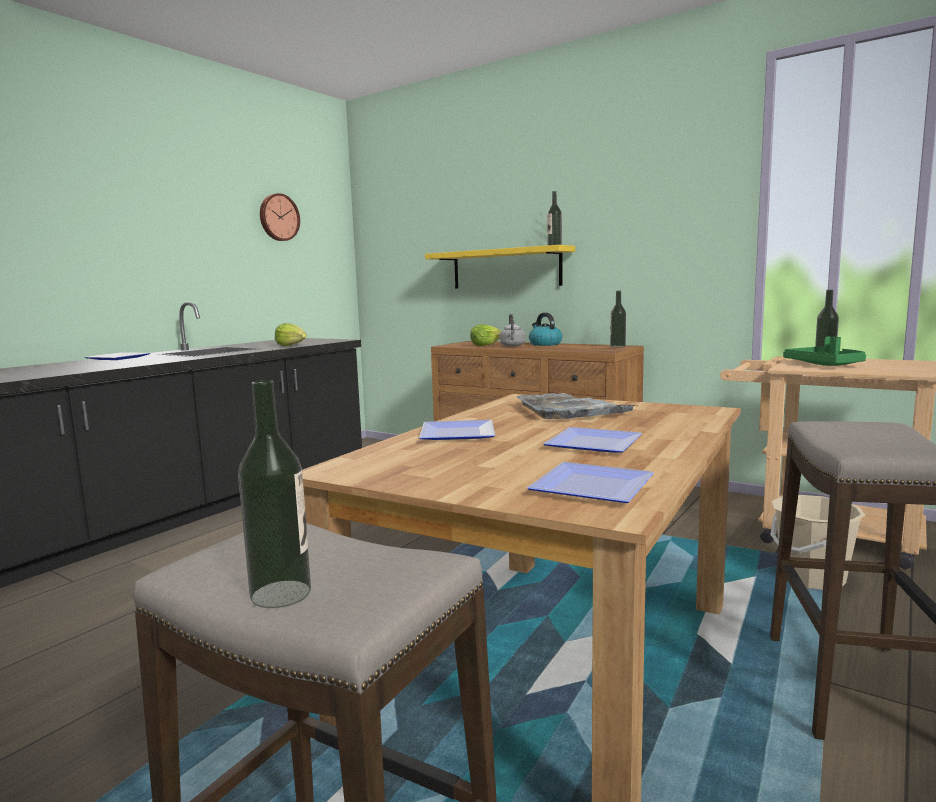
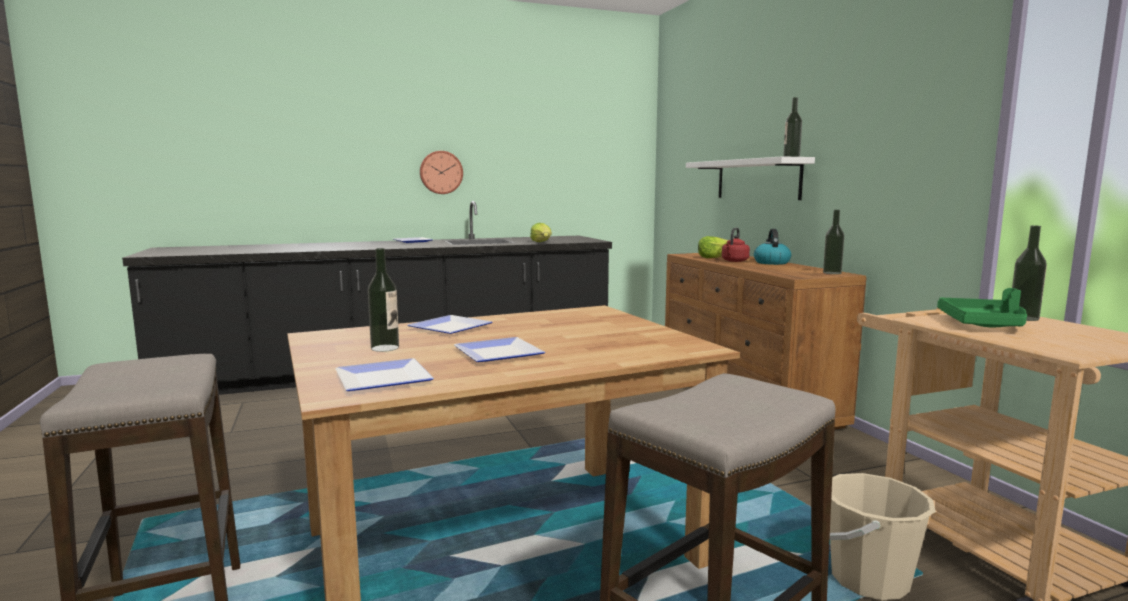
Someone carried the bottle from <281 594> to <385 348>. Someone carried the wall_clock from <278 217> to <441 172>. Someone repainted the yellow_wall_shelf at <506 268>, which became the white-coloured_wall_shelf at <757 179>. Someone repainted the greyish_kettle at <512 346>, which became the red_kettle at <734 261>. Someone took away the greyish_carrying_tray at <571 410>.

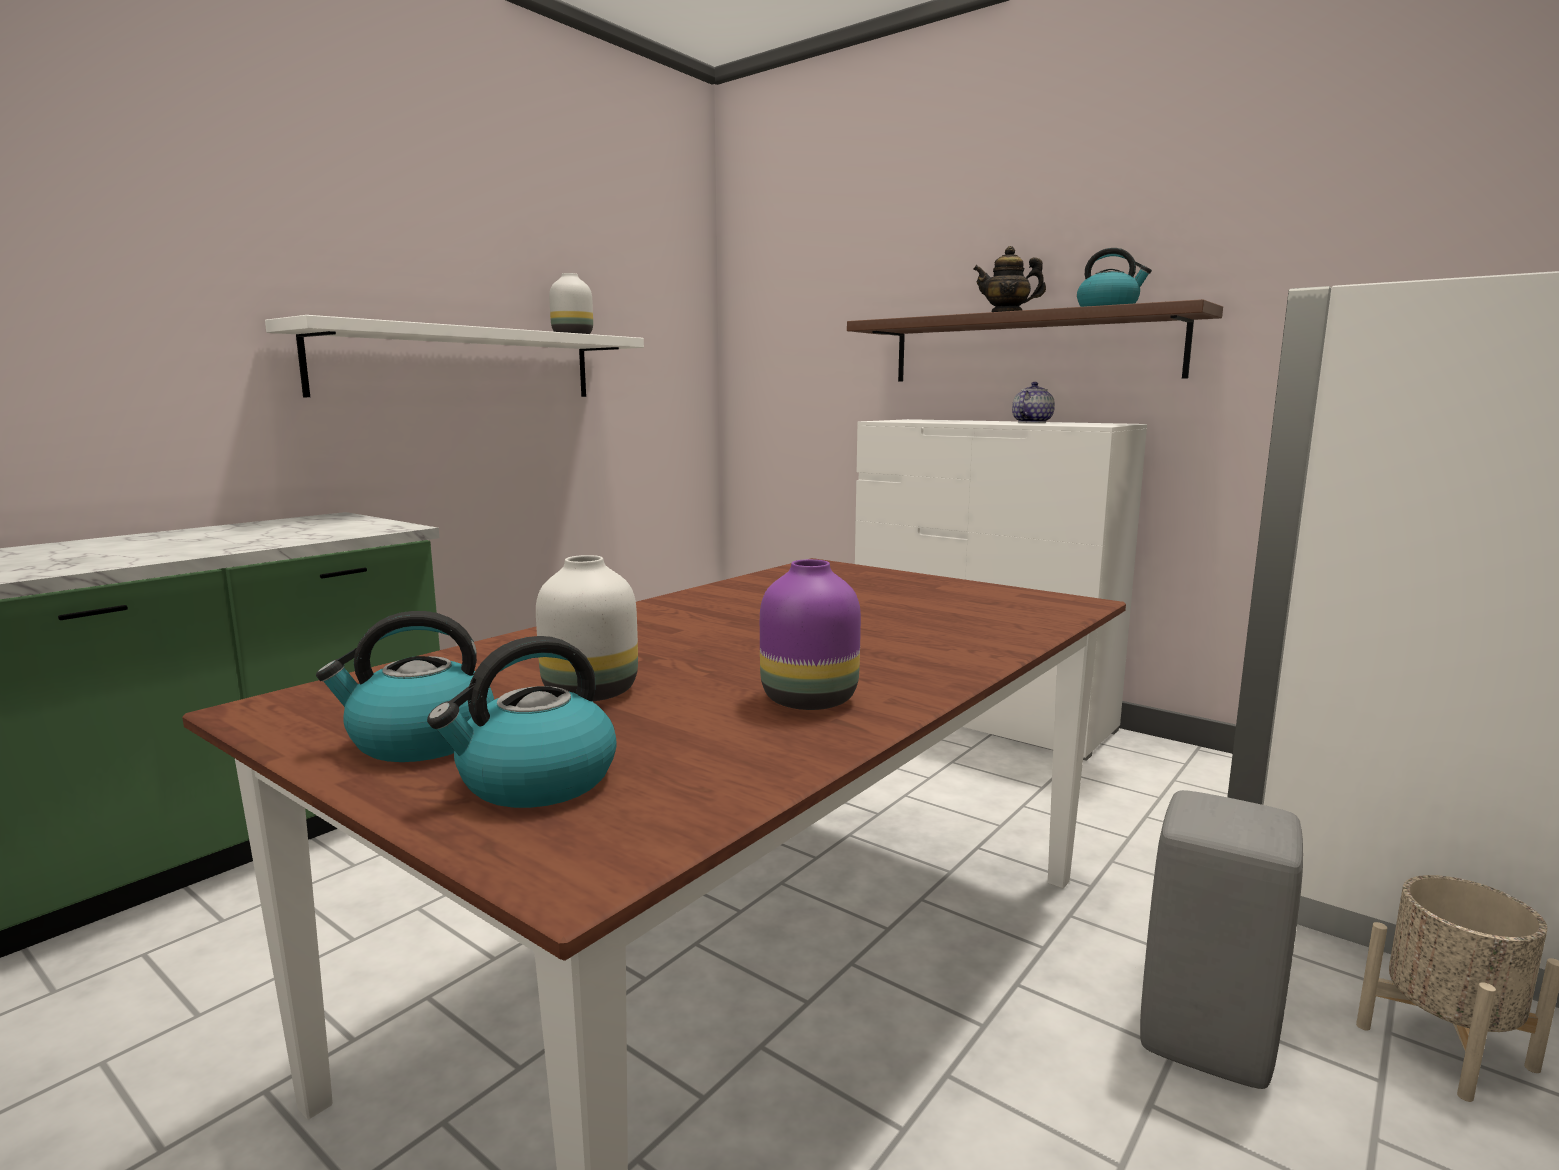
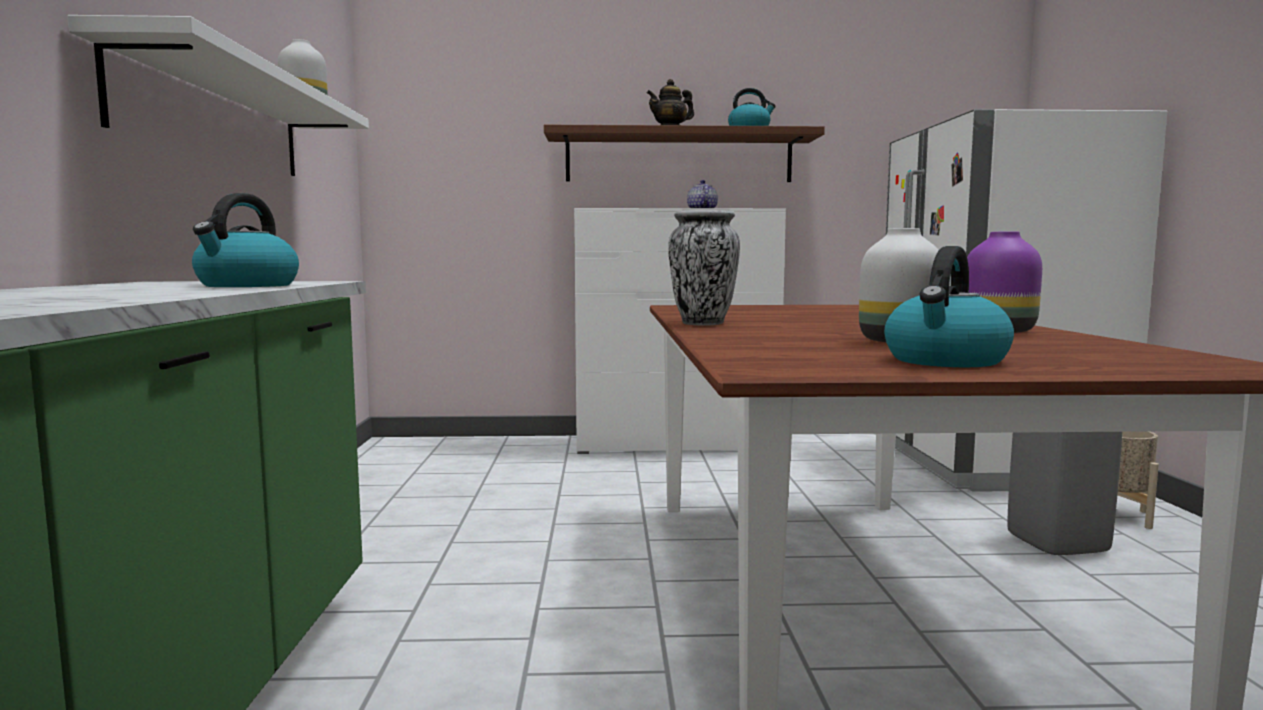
Someone carried the kettle from <536 781> to <247 286>. Someone put down the decorative_vase at <702 323>.

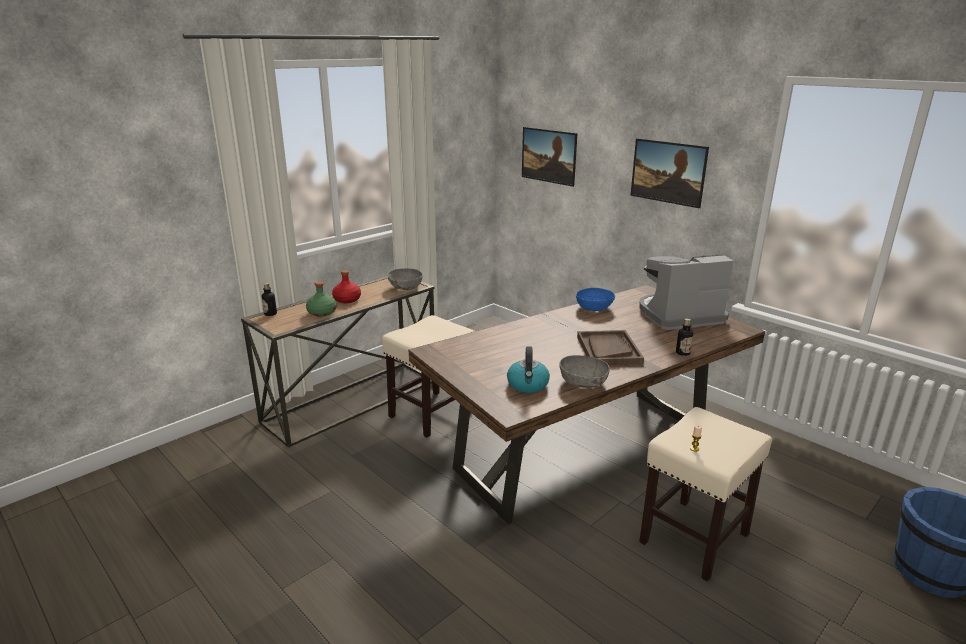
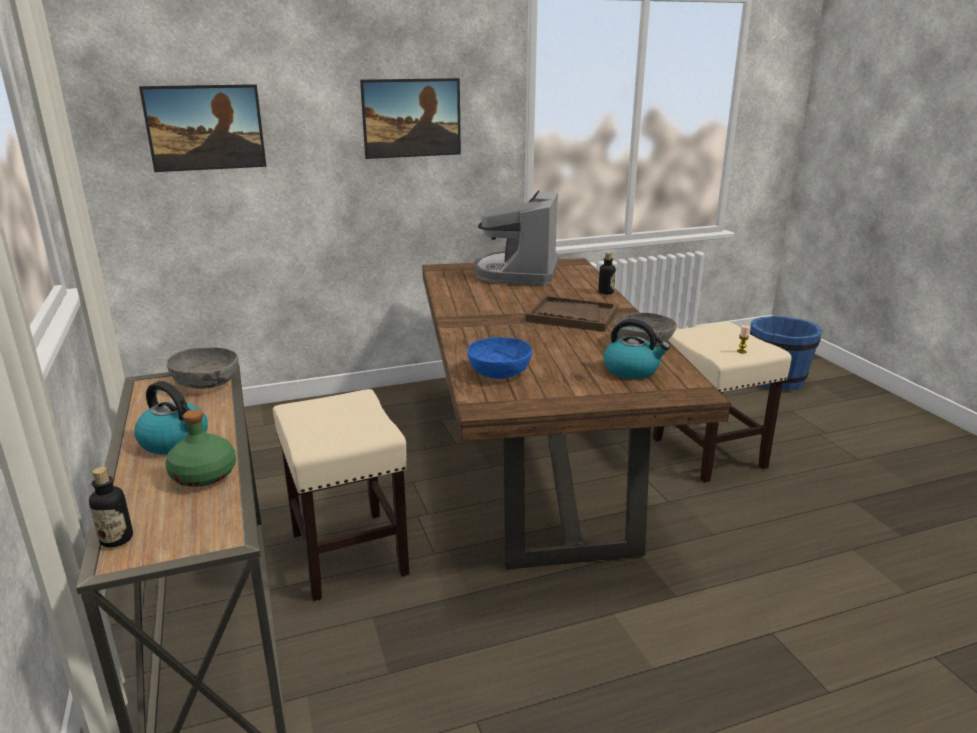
Someone swapped the red_bottle at <347 299> for the kettle at <175 441>. Someone carried the blue_deep_dish from <594 308> to <499 372>.

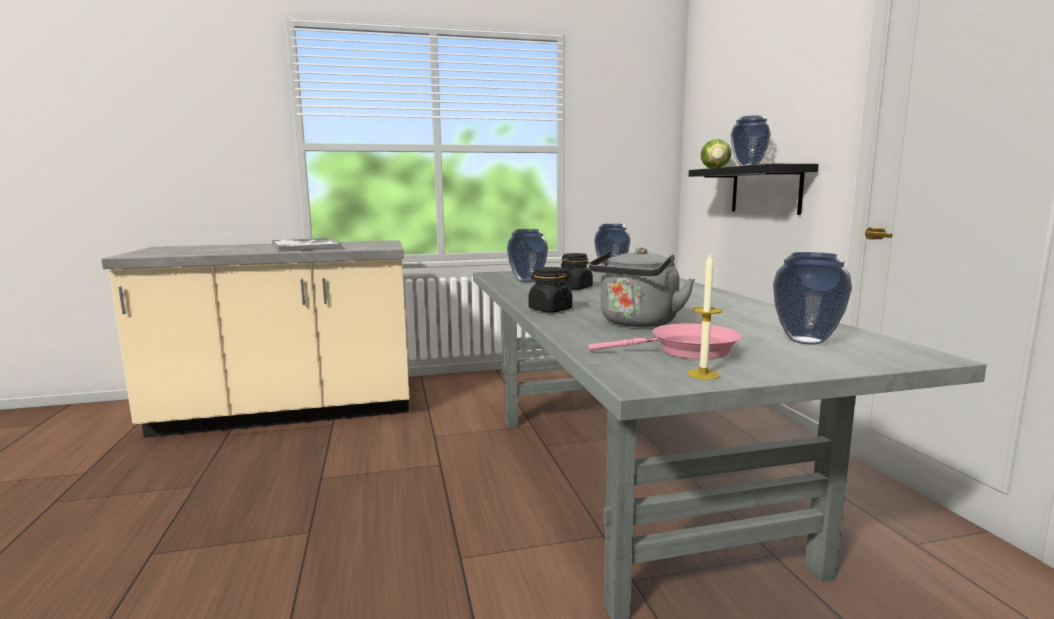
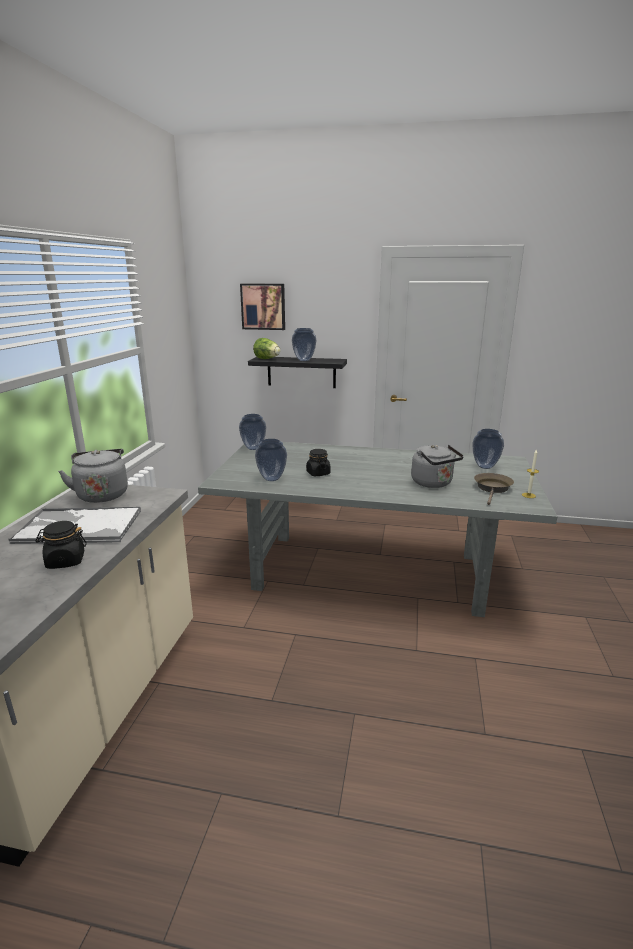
Someone carried the black-coloured_jar from <550 310> to <65 561>. Someone put down the greyish_kettle at <102 494>. Someone put up the wall_art at <263 306>. Someone repainted the pinkish_skillet at <686 351>, which became the brownish_skillet at <492 488>.

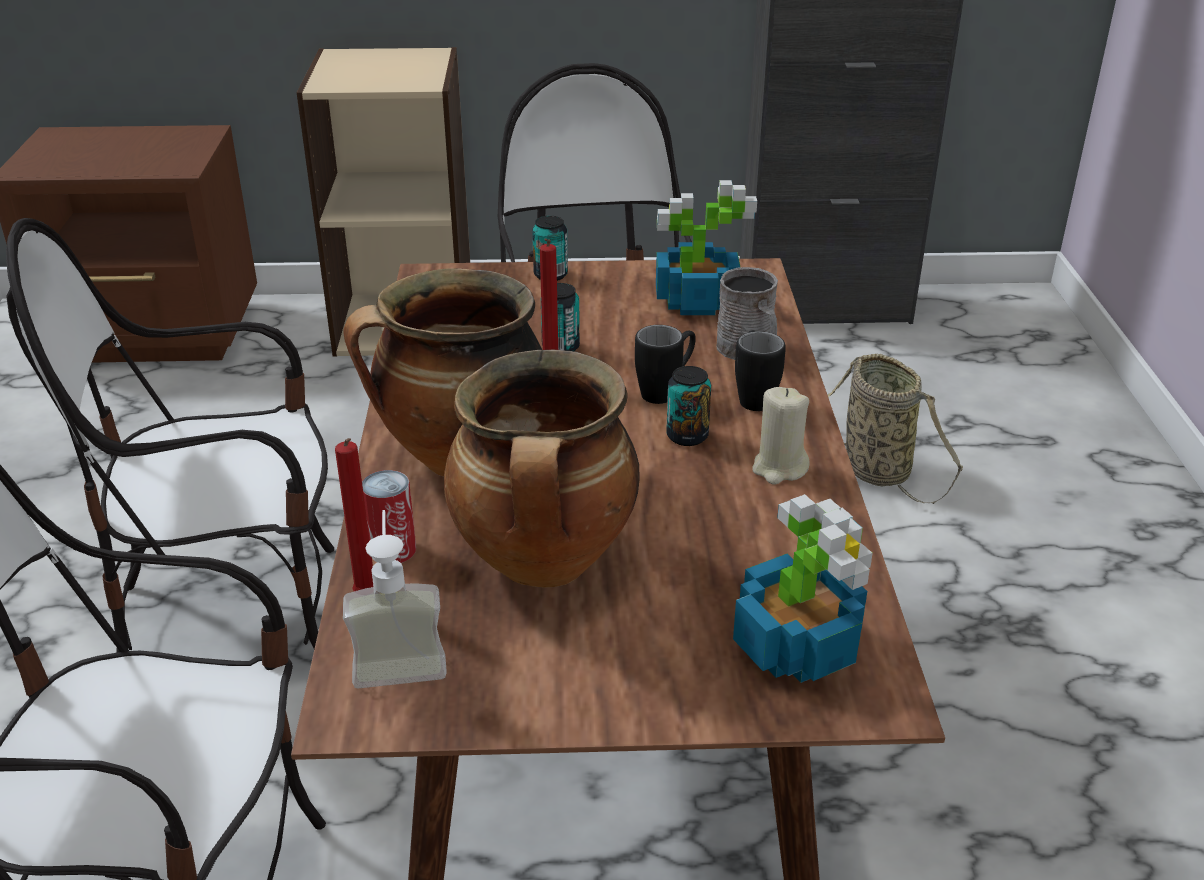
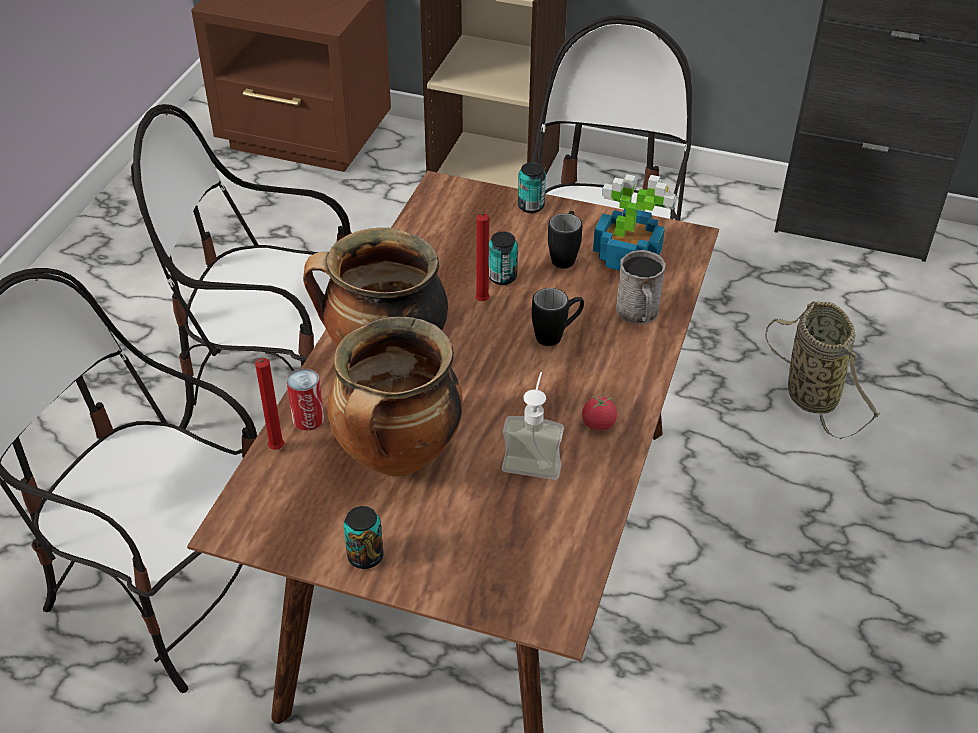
Someone carried the sealed_can from <687 436> to <365 556>. Someone carried the soap_bottle from <399 659> to <533 459>. Someone carried the black-coloured_tea_mug from <754 396> to <565 256>. Someone swapped the sand-coloured_wax_candle at <779 468> for the whole_tomato at <598 423>. Someone took away the houseplant at <796 645>.

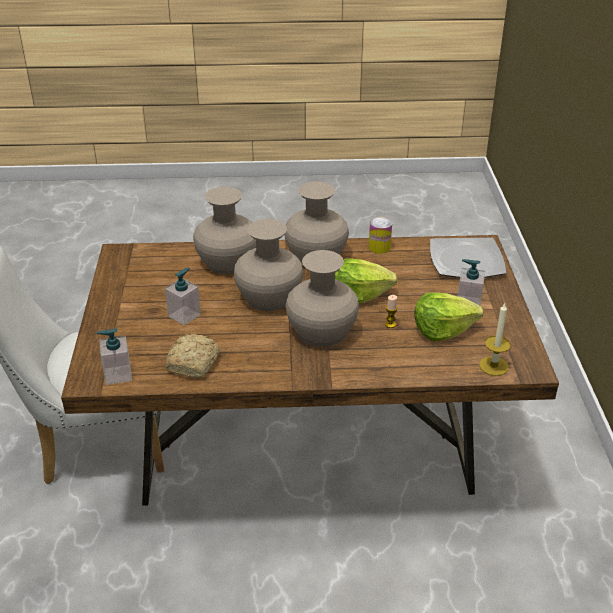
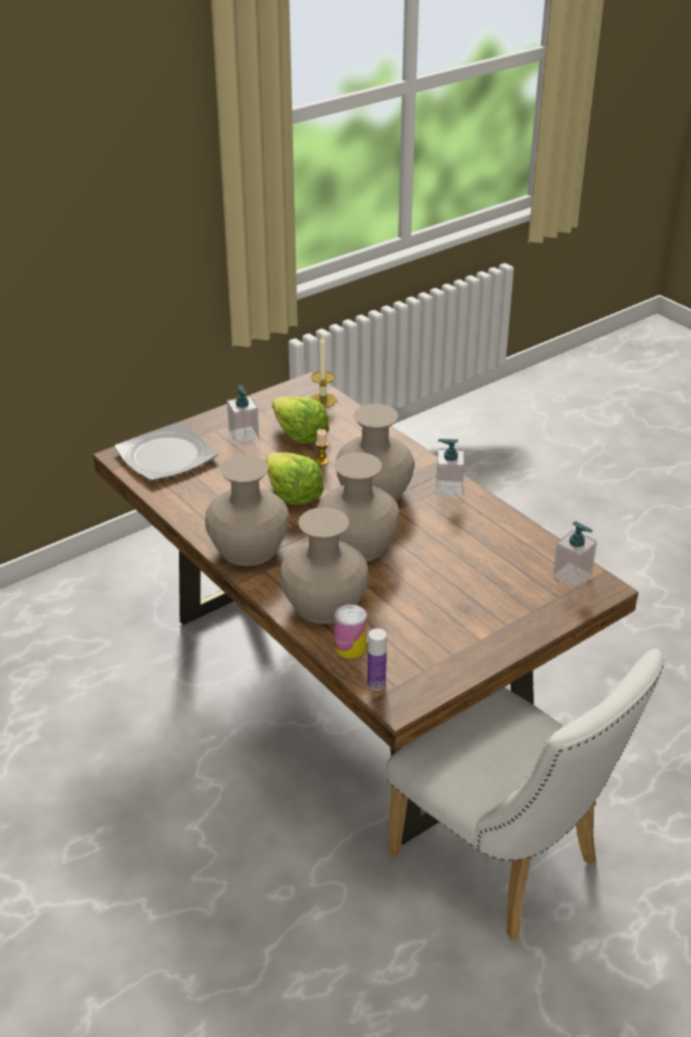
Someone carried the sealed_can from <379 247> to <350 647>. Someone put down the bottle at <376 684>. Someone carried the soap_bottle from <184 315> to <448 488>. Someone took away the bakery_bread at <194 363>.

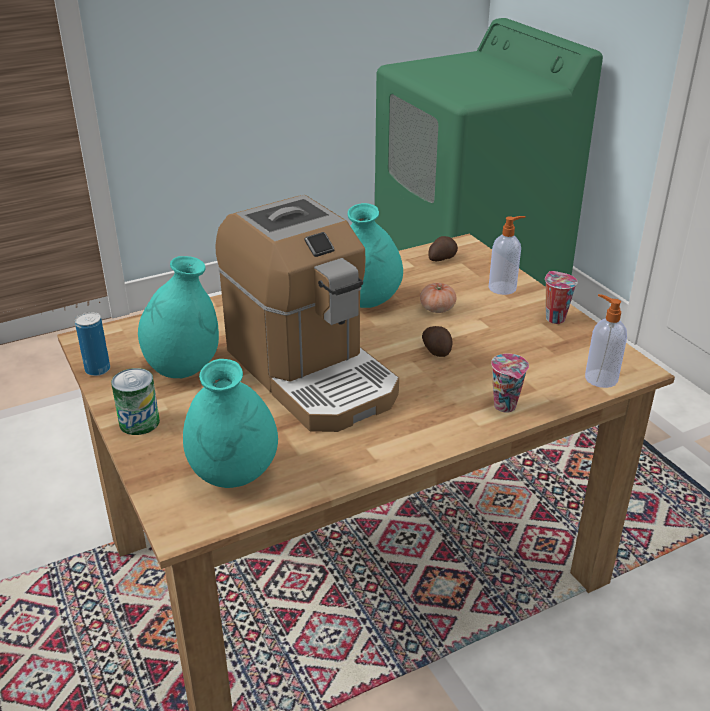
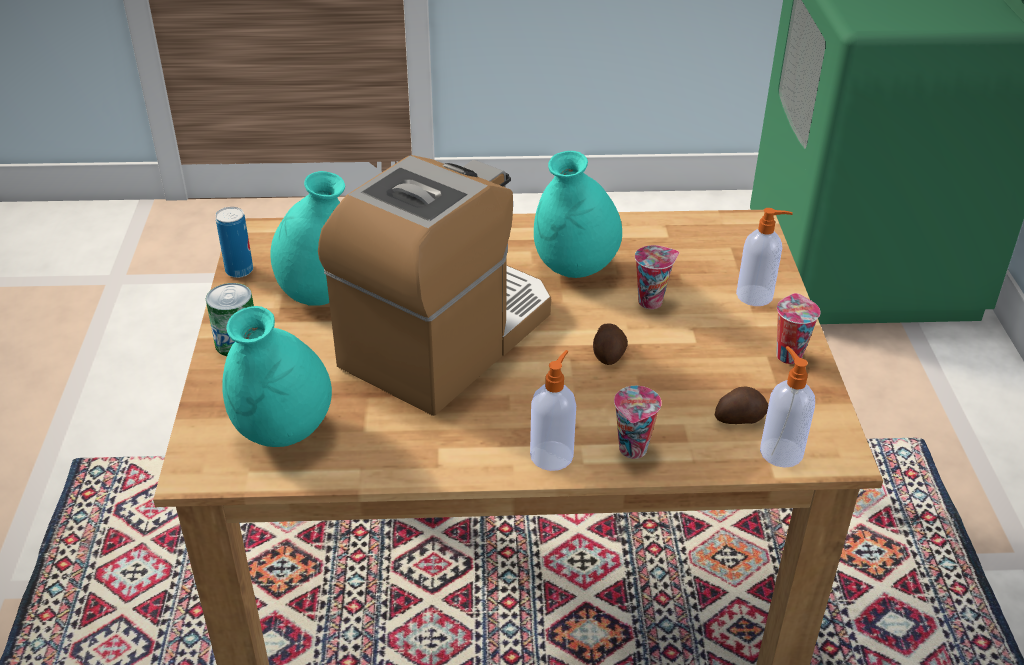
Someone rotated the coffee_maker at <311 372> by 135 degrees counterclockwise. Someone put down the soap_bottle at <552 455>. Someone swapped the whole_tomato at <437 309> for the small_cup at <651 301>. Someone carried the whole_potato from <441 258> to <739 417>.

